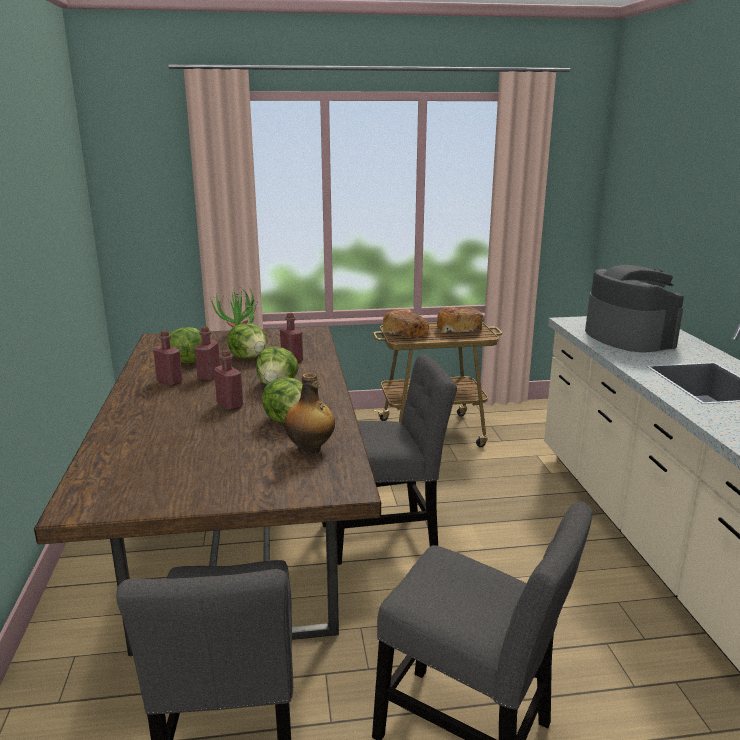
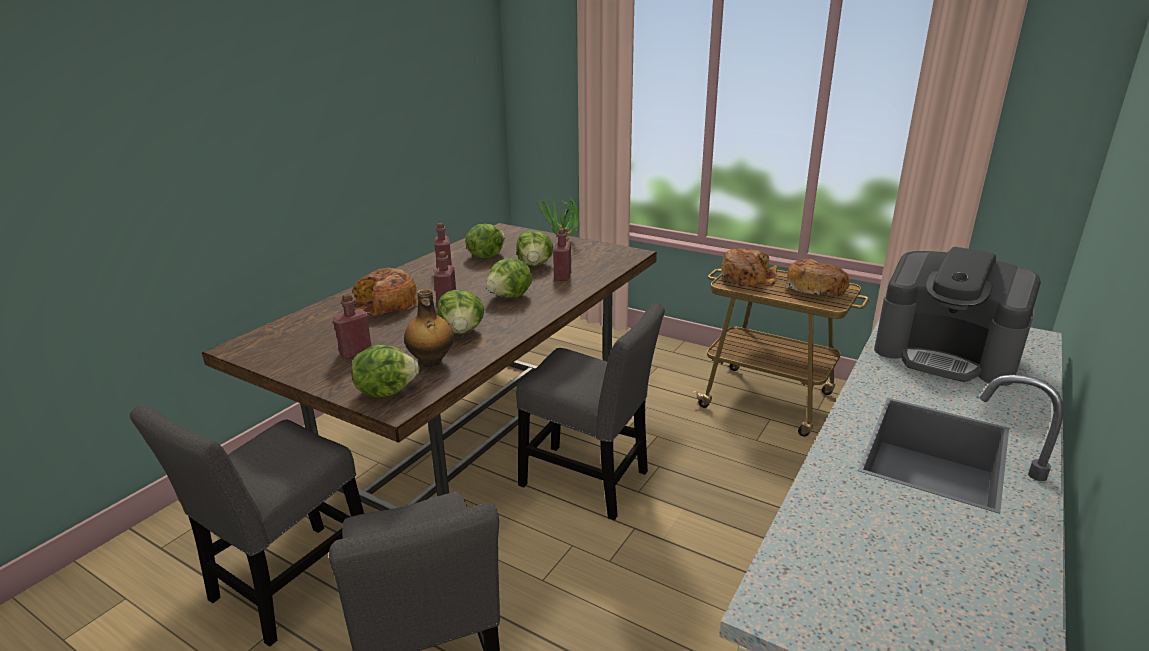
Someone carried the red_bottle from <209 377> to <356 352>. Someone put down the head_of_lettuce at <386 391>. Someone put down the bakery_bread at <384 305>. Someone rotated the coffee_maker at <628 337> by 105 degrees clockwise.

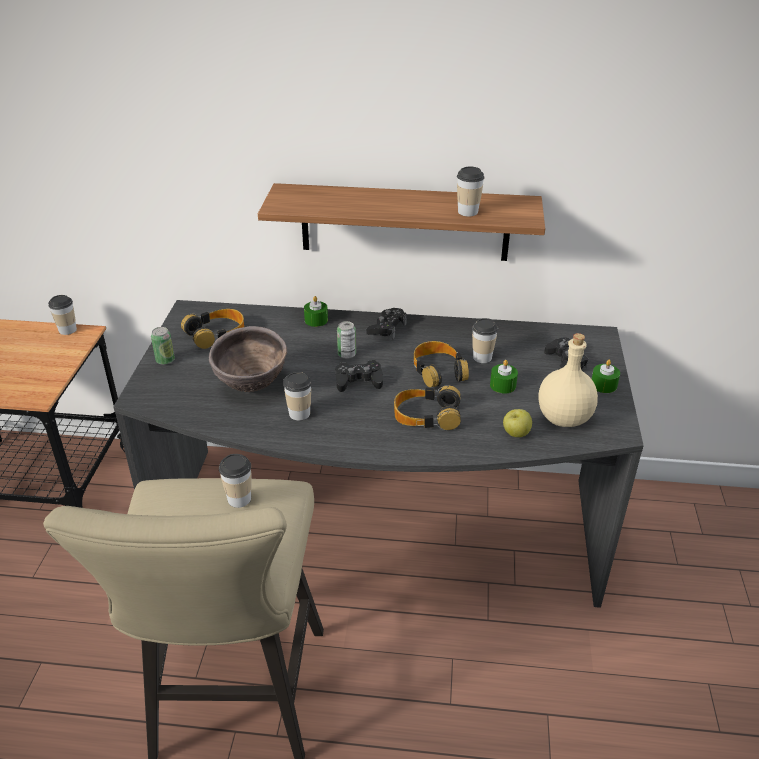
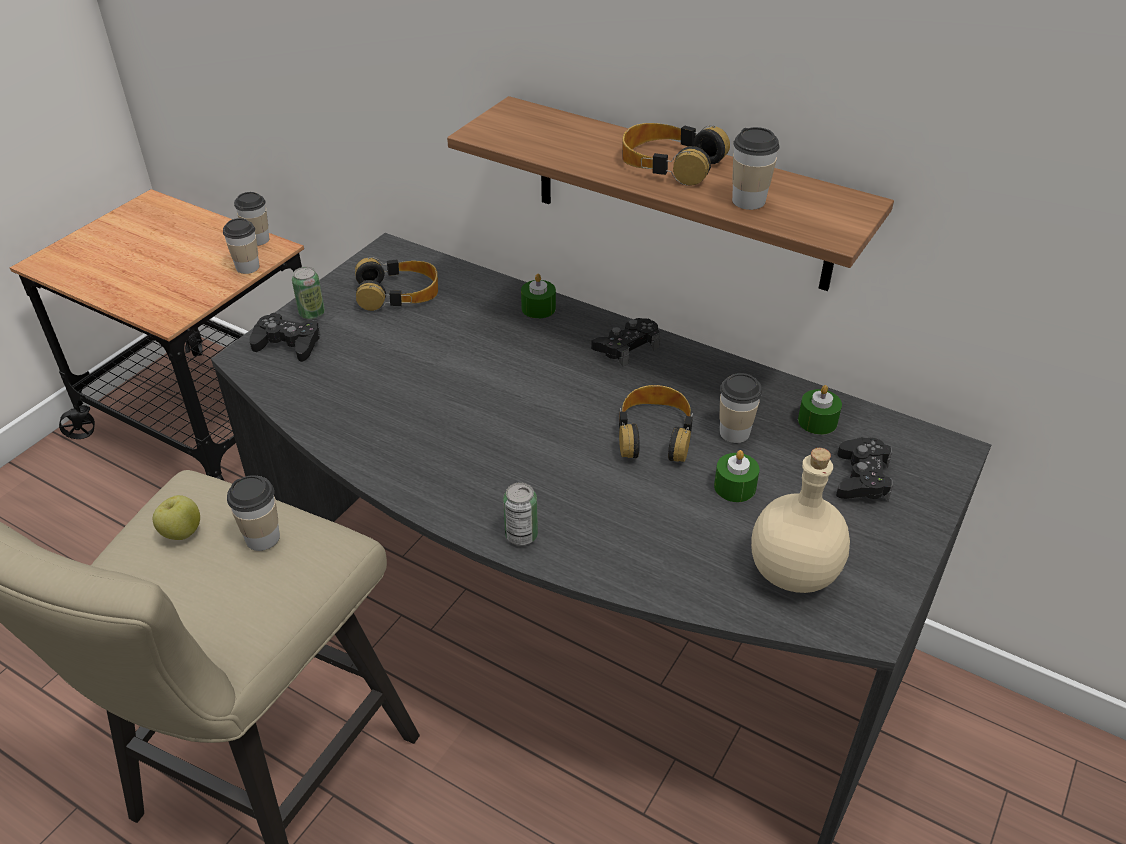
Someone carried the whole_apple from <516 434> to <182 532>. Someone carried the small_cup from <299 413> to <247 267>. Someone carried the black-coloured_game_controller from <358 381> to <288 344>. Someone carried the sealed_can from <346 354> to <521 535>. Someone carried the pair_of_headphones from <426 415> to <670 164>. Someone carried the green_wax_candle from <603 385> to <817 421>. Someone took away the brownish_deep_dish at <251 386>.

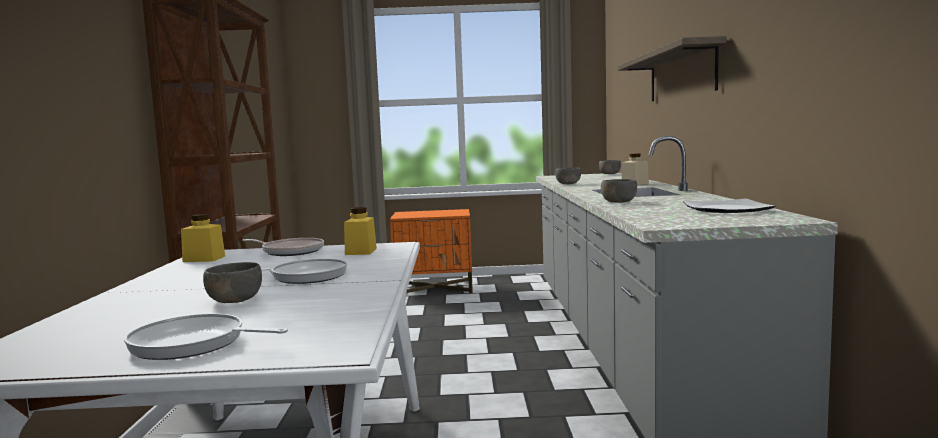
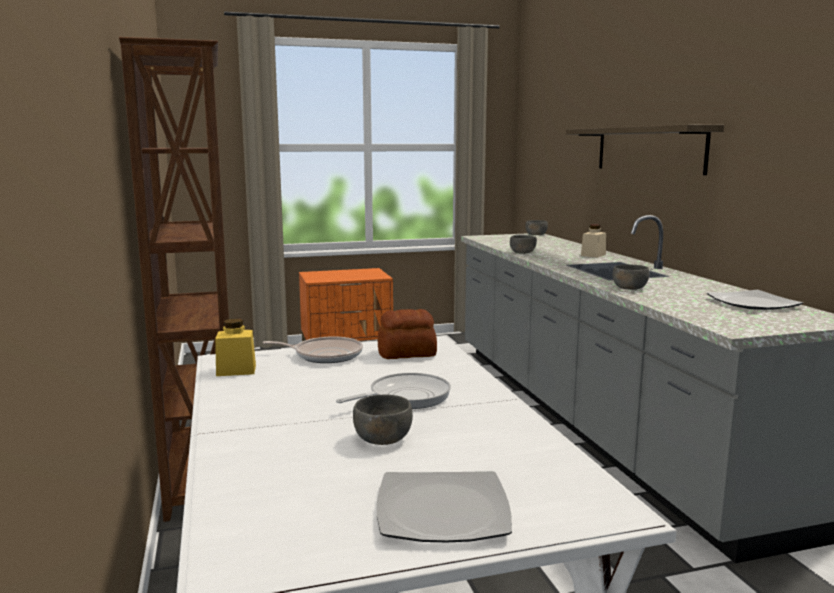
Someone swapped the skillet at <193 344> for the flat_dish at <444 511>. Someone swapped the yellow_jar at <361 251> for the bakery_bread at <407 354>.

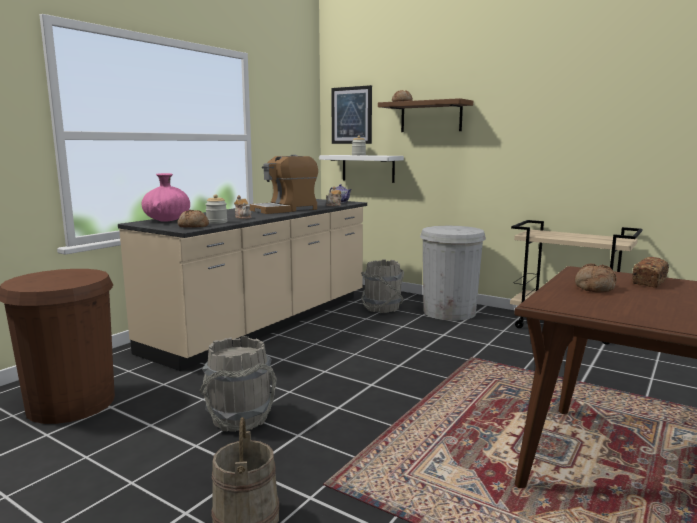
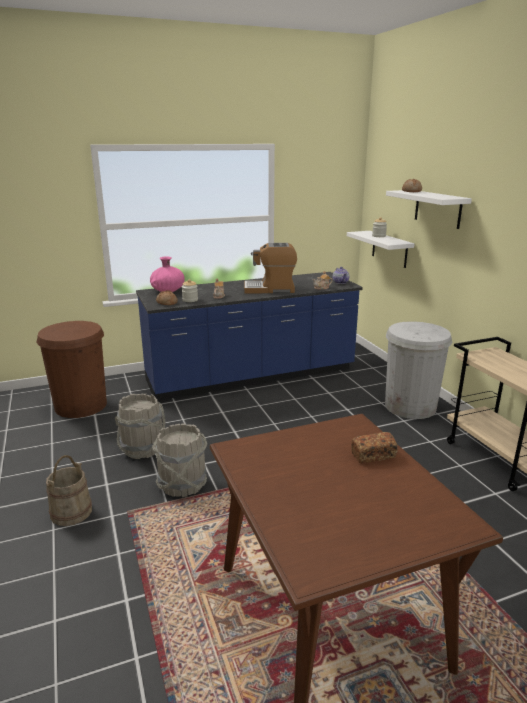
Someone repainted the sand-coloured_counter at <265 323>, which became the blue_counter at <251 376>. Someone carried the greyish_water_bucket from <382 308> to <182 484>. Someone repainted the brownish_wall_shelf at <431 117>, which became the white-coloured_wall_shelf at <437 209>. Someone took away the wall_art at <352 115>. Someone took away the bakery_bread at <593 287>.

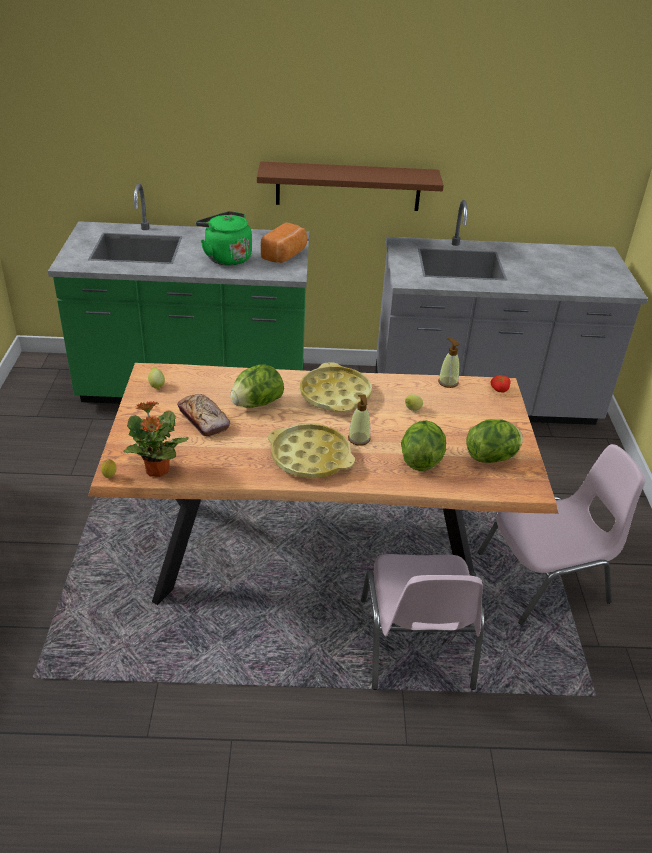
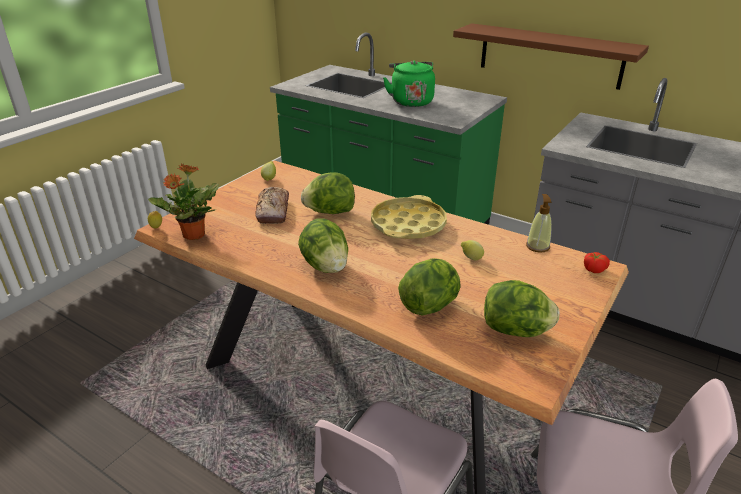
Someone swapped the yellow_carrying_tray at <310 457> for the head_of_lettuce at <325 266>. Someone took away the bakery_bread at <285 255>. Someone took away the soap_bottle at <359 439>.

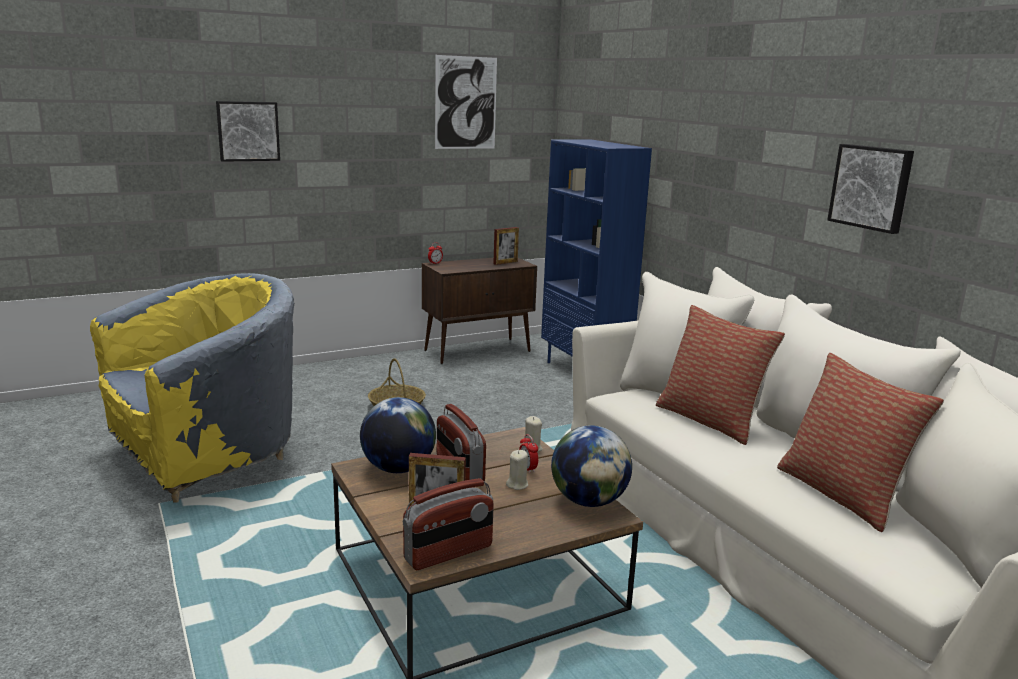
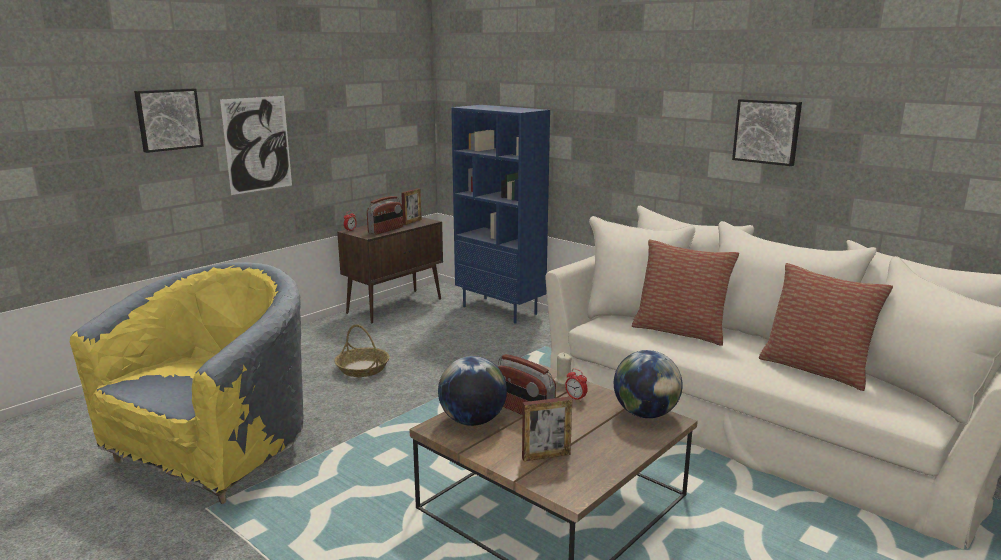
Someone carried the wall_art from <466 103> to <257 144>. Someone carried the radio from <449 553> to <386 230>. Someone took away the sand-coloured_wax_candle at <517 484>.

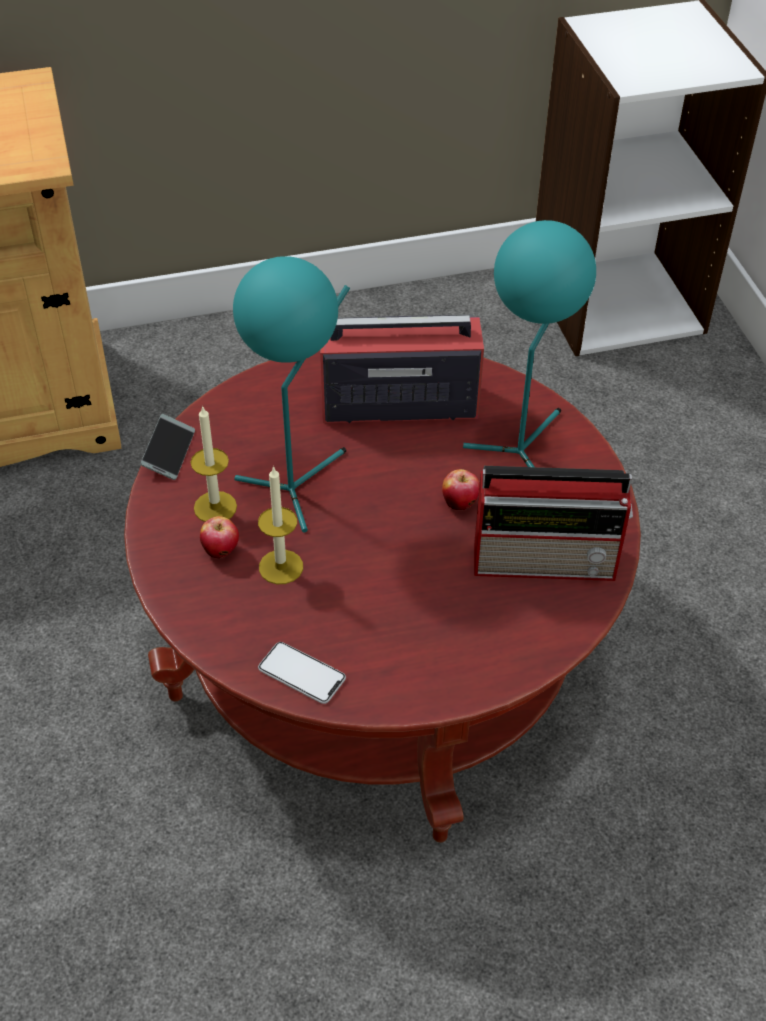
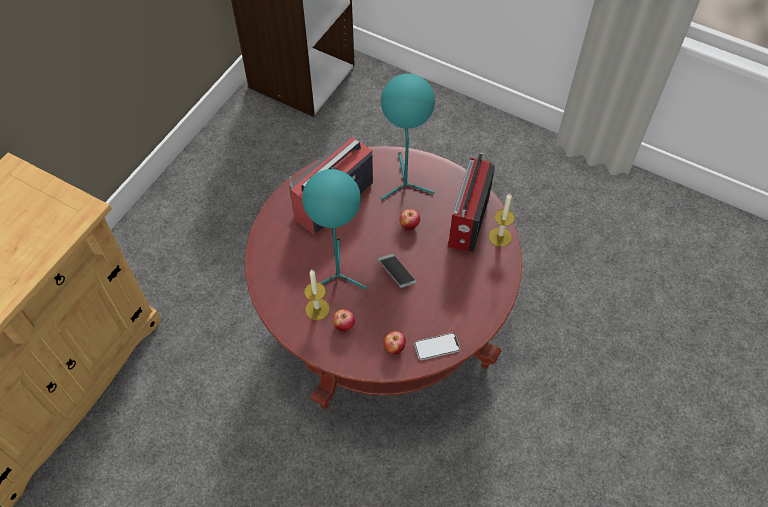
Someone carried the telephone from <169 452> to <396 273>. Someone put down the whole_apple at <394 348>. Someone rotated the radio at <547 560> by 150 degrees clockwise. Someone carried the wax_candle from <281 567> to <500 237>.

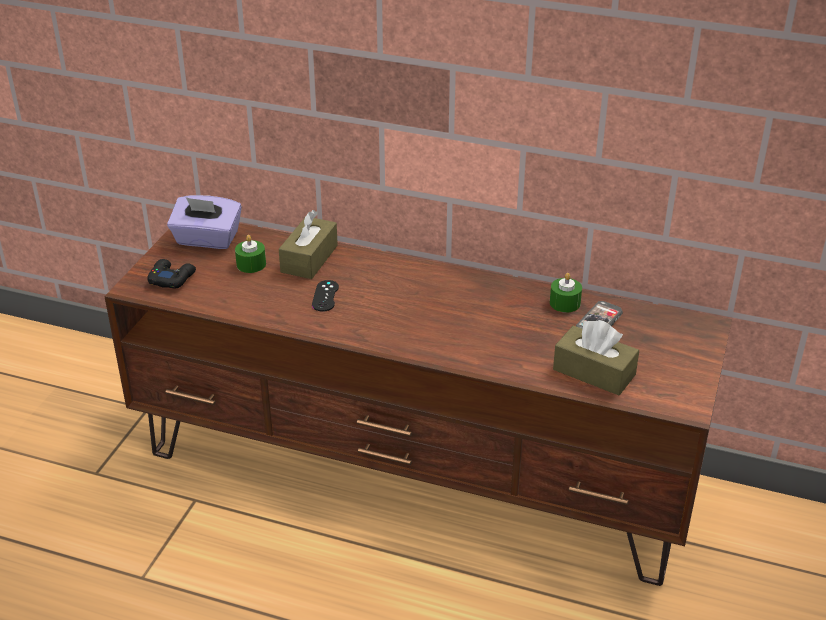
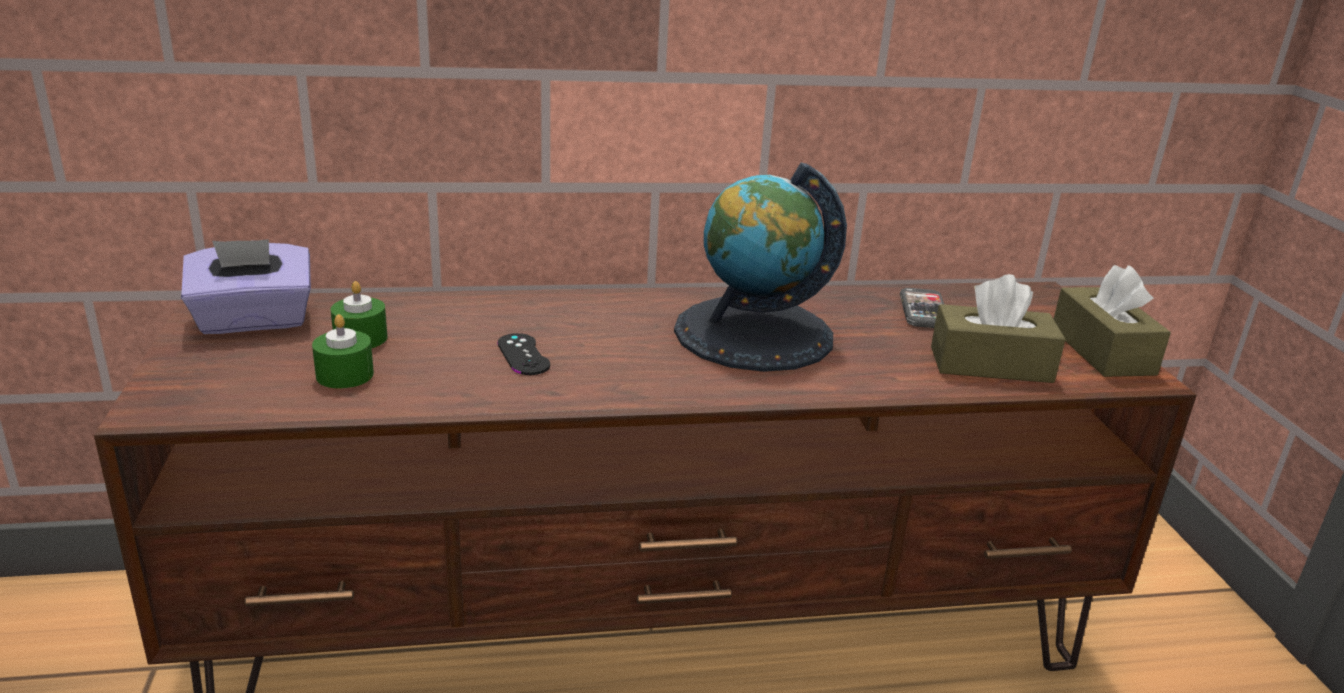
Someone carried the green_wax_candle from <564 303> to <345 375>. Someone put down the world_globe at <753 334>. Someone carried the brownish_tissue_holder from <309 259> to <1102 351>. Someone took away the black-coloured_game_controller at <171 278>.

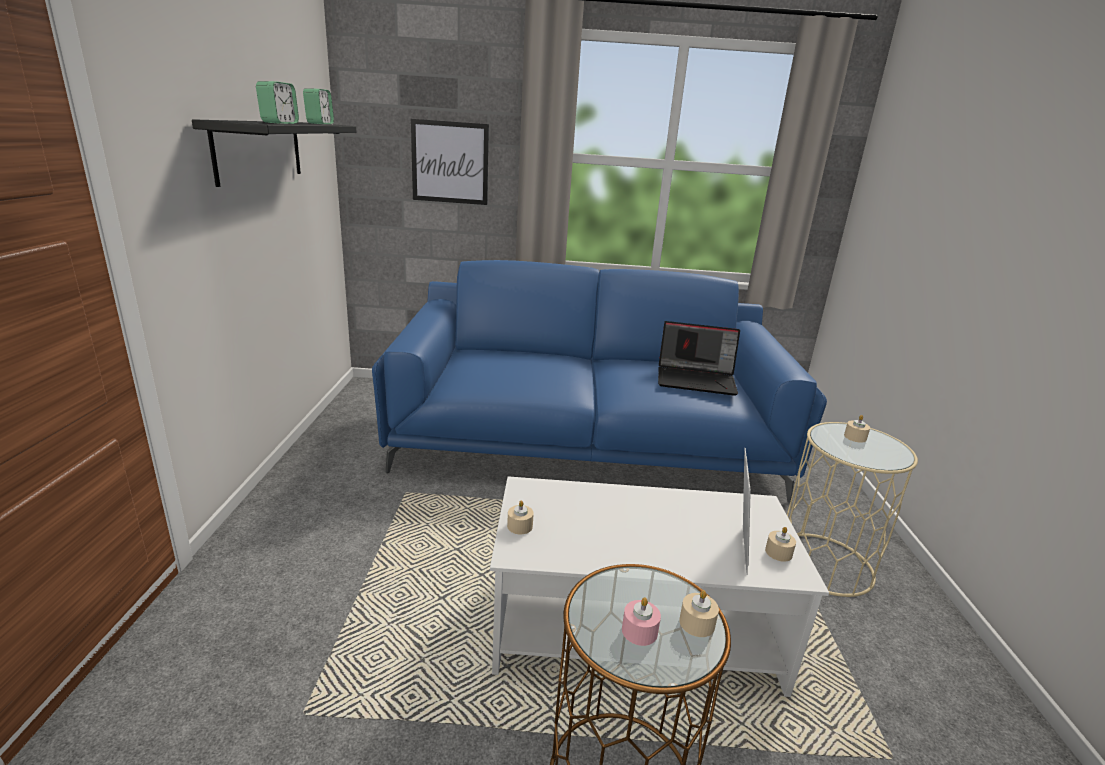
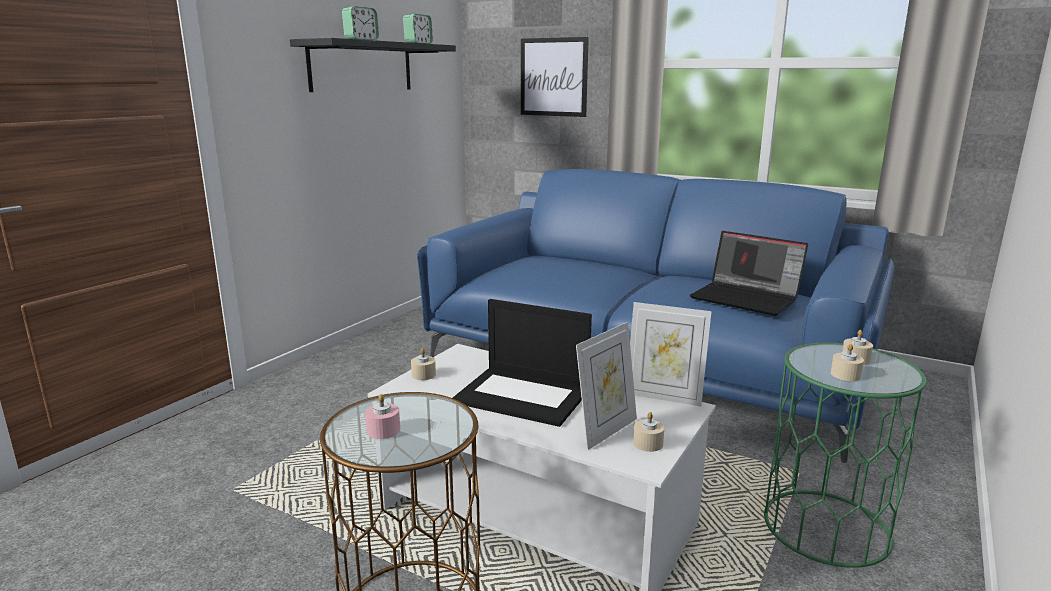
Someone put down the notebook_computer at <524 396>. Someone put down the standing_frame at <664 396>. Someone repainted the sand-coloured_end_table at <824 564>, which became the green_end_table at <825 527>. Someone carried the sand-coloured_wax_candle from <697 623> to <845 375>.

